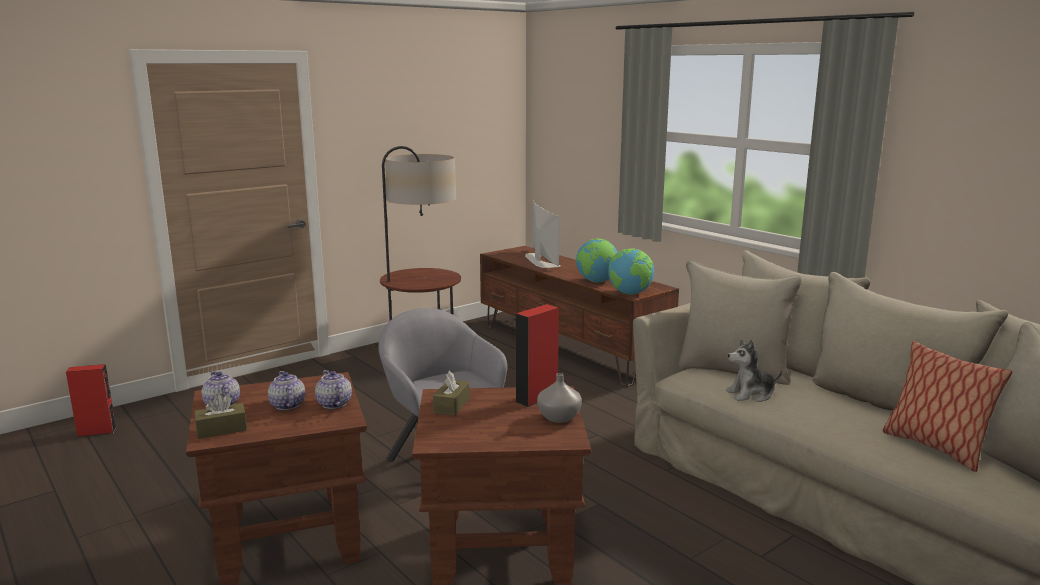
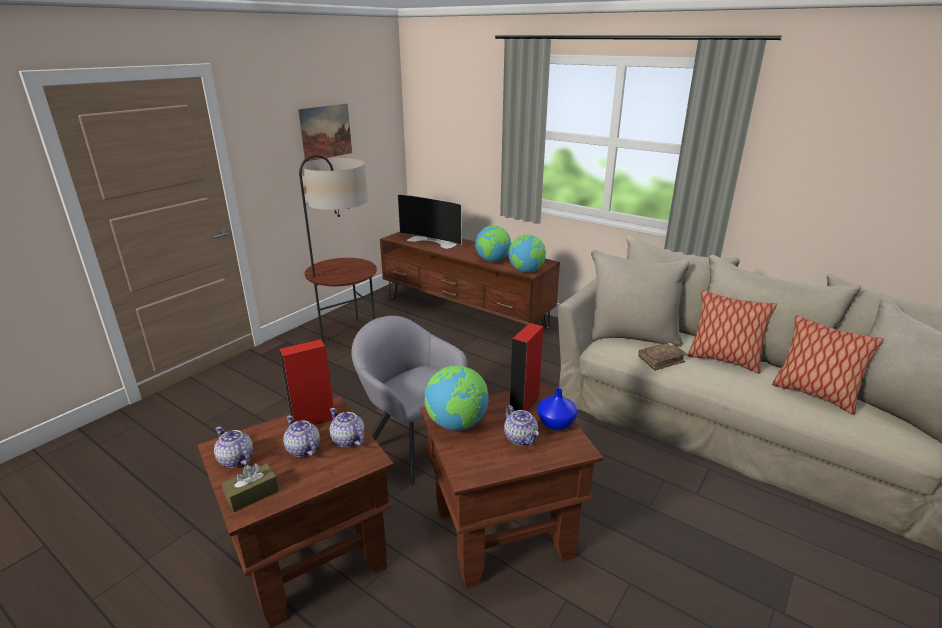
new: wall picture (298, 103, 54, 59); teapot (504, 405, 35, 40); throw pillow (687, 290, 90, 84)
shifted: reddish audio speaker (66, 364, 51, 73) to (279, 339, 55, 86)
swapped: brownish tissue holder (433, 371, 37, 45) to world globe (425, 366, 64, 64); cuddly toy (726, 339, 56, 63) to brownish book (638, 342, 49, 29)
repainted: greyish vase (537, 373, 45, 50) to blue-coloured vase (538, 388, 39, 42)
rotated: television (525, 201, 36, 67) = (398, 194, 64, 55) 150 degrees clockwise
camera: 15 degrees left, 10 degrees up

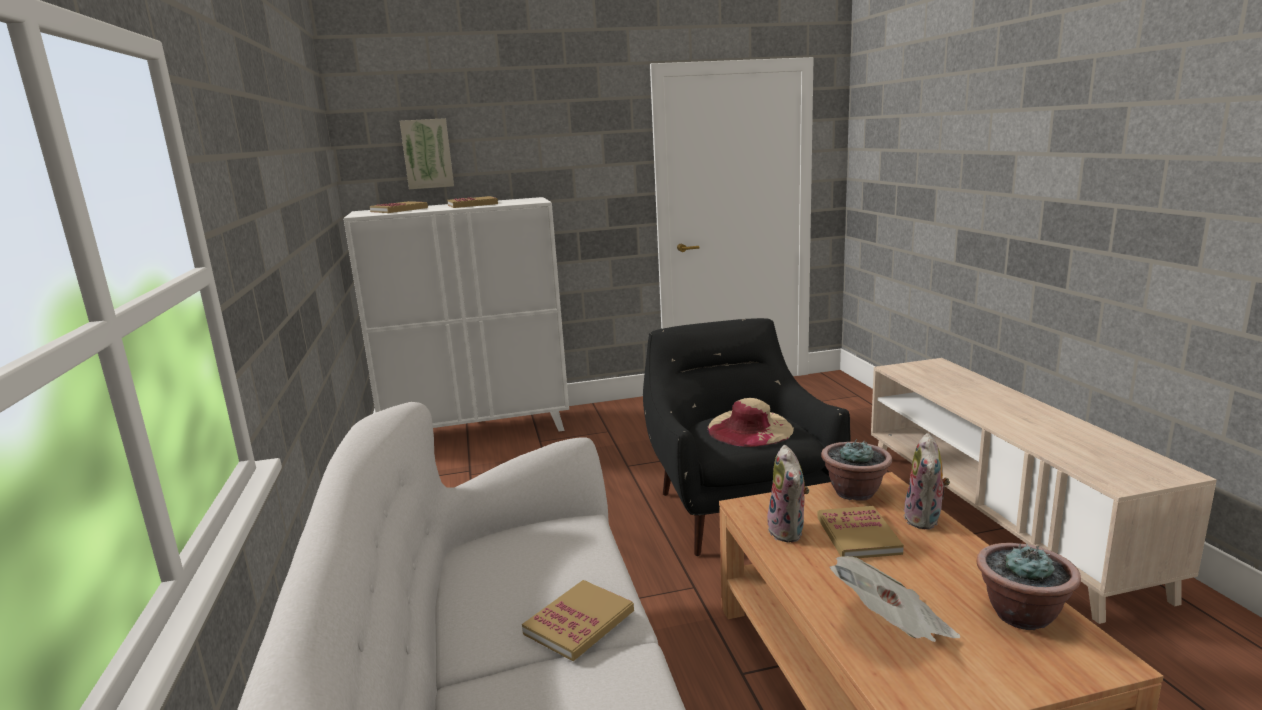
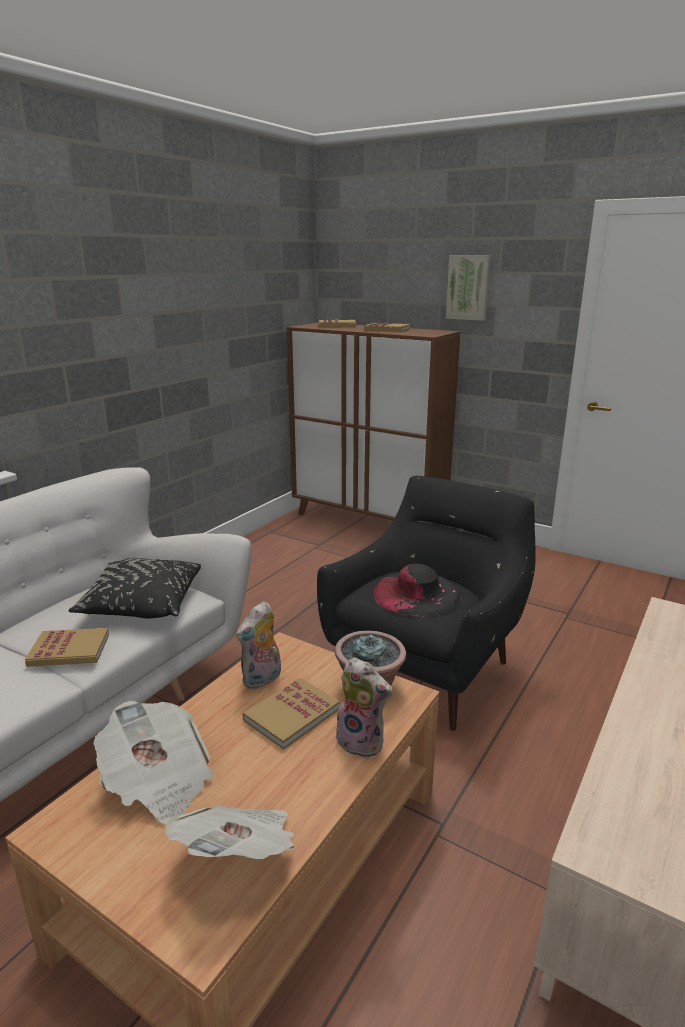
new: black-coloured throw pillow (68, 558, 133, 60)
shifted: wall picture (400, 118, 54, 71) to (446, 255, 45, 66)
swapped: potted plant (977, 543, 104, 87) to printed paper (165, 804, 130, 55)
repainted: whitish cabinet (343, 197, 226, 235) to brownish cabinet (287, 322, 173, 199); beige hat (707, 398, 87, 49) to black-coloured hat (373, 563, 88, 54)
rotated: cuddly toy (903, 433, 47, 97) = (336, 657, 56, 101) 120 degrees counterclockwise
camera: 45 degrees right, 5 degrees up

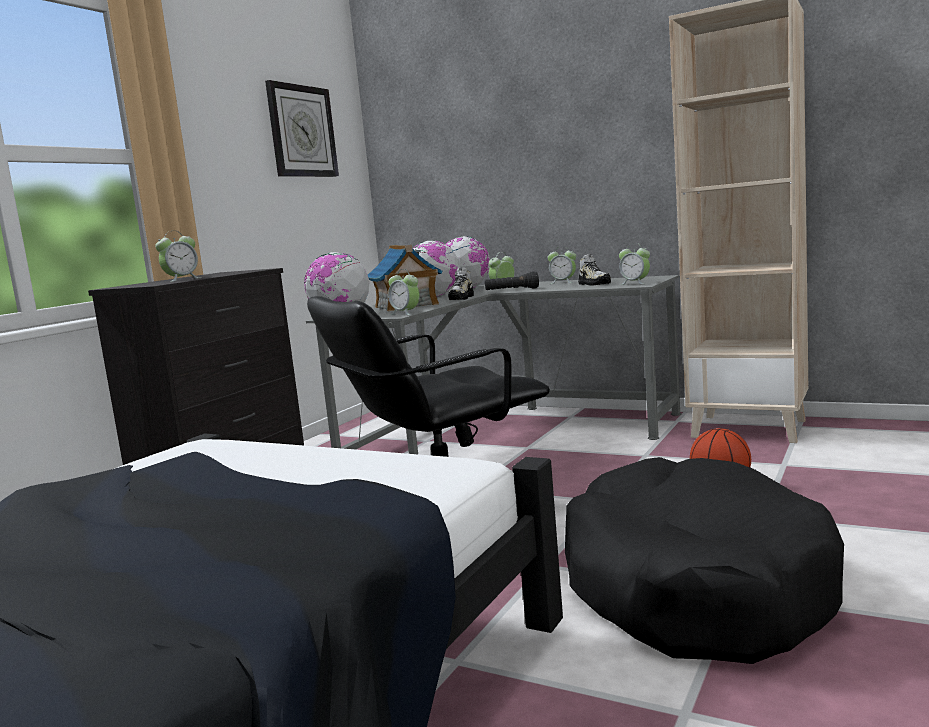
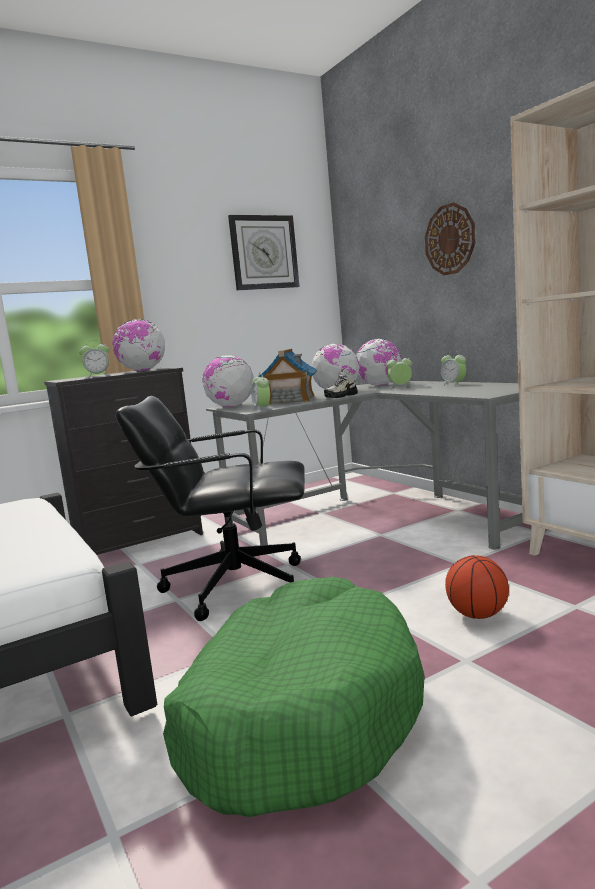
gone: black-coloured hand torch (485, 271, 54, 19); shoe (578, 254, 33, 32); table clock (619, 243, 31, 42)
new: world globe (112, 319, 53, 52); wall clock (425, 202, 50, 73)
repainted: black-coloured pet bed (565, 457, 279, 207) to greenish pet bed (163, 577, 262, 240)
camera: 30 degrees right, 0 degrees up

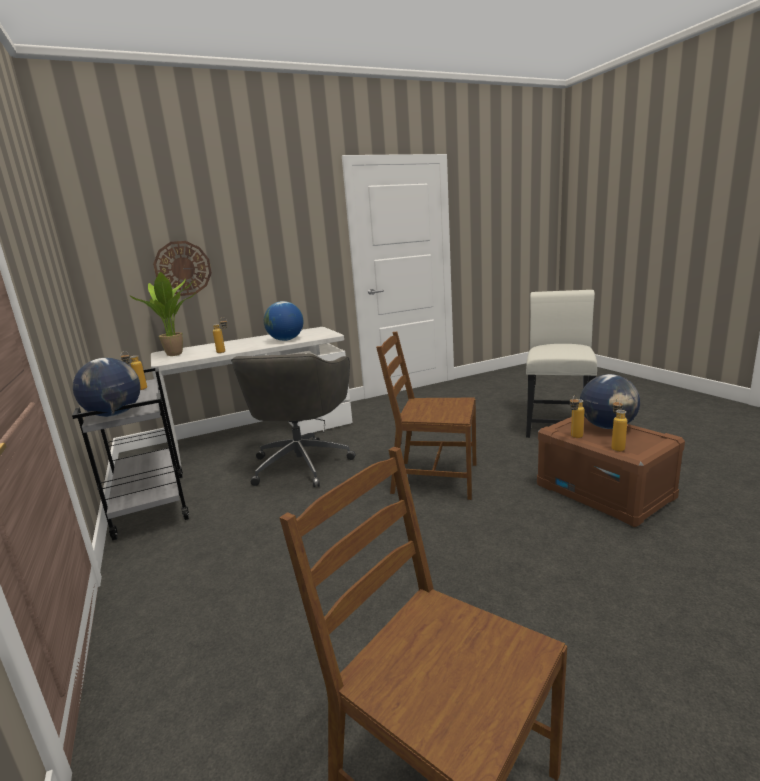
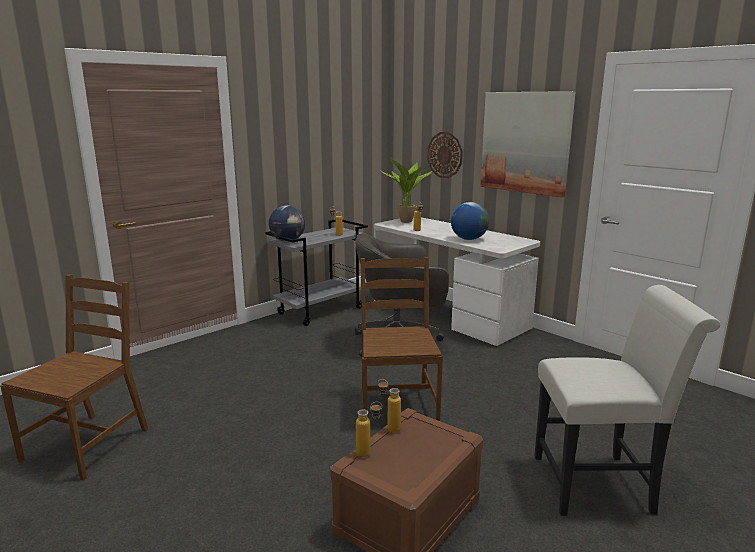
gone: world globe (580, 374, 60, 55)
new: wall picture (480, 91, 96, 107)
camera: 70 degrees right, 0 degrees up

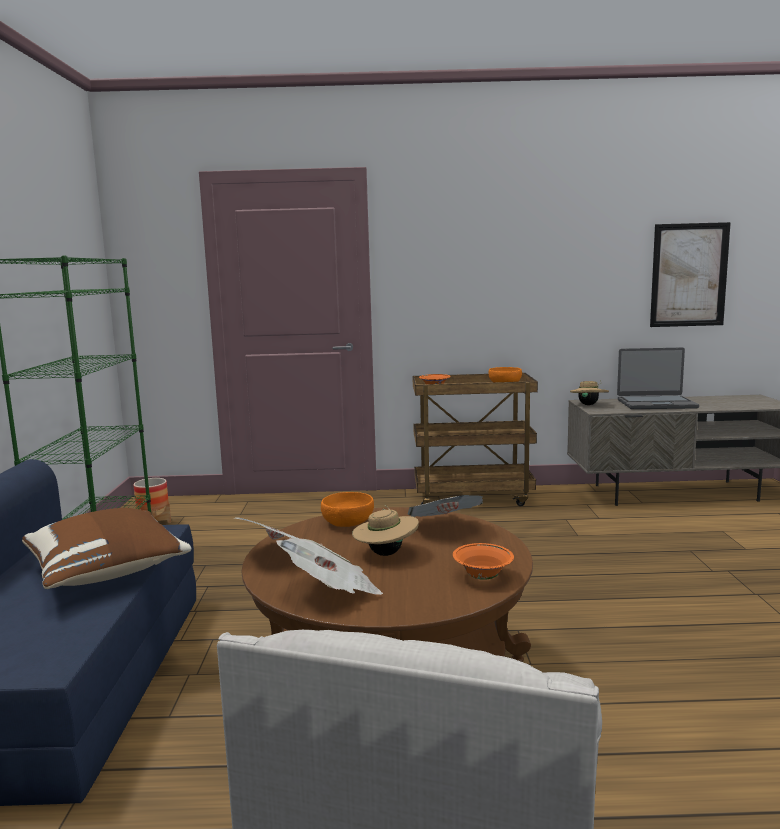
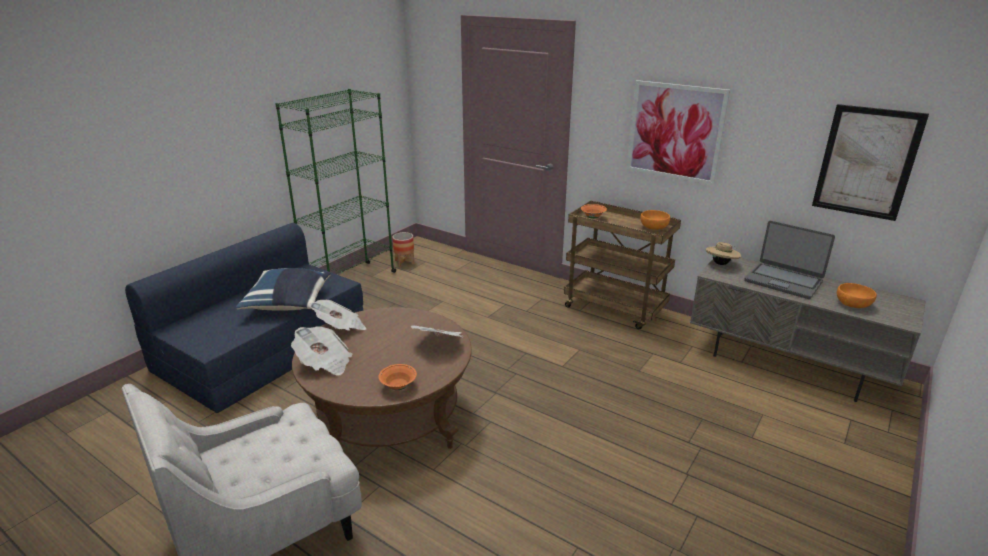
gone: beige hat (352, 505, 67, 51)
new: wall picture (627, 80, 103, 105)
shifted: orangey deep dish (321, 492, 53, 35) to (837, 283, 40, 25)
repainted: brownish throw pillow (22, 508, 169, 81) to blue-coloured throw pillow (236, 268, 95, 43)
camera: 35 degrees right, 15 degrees up

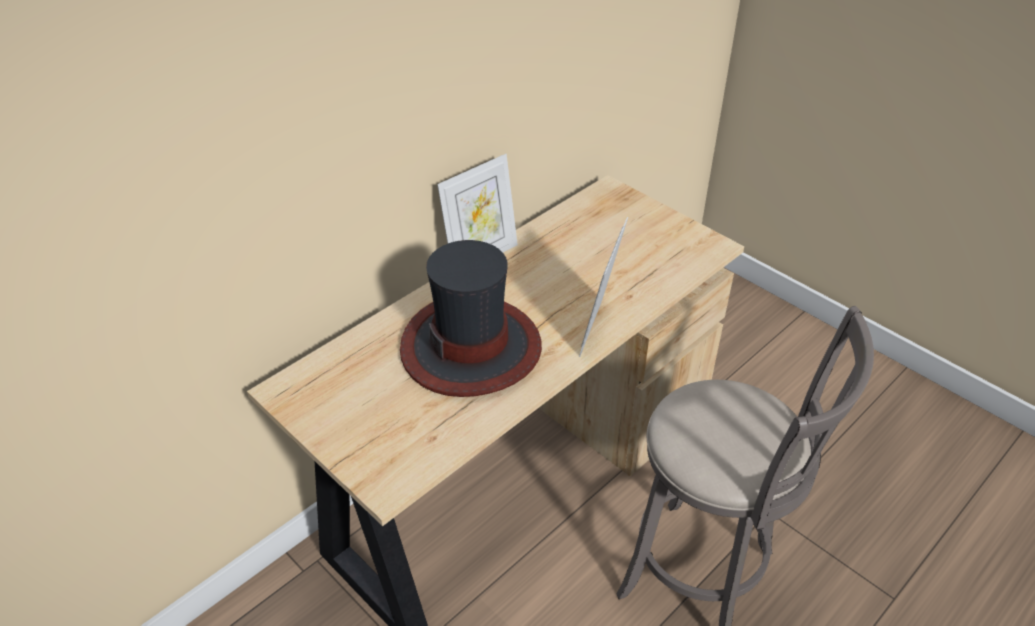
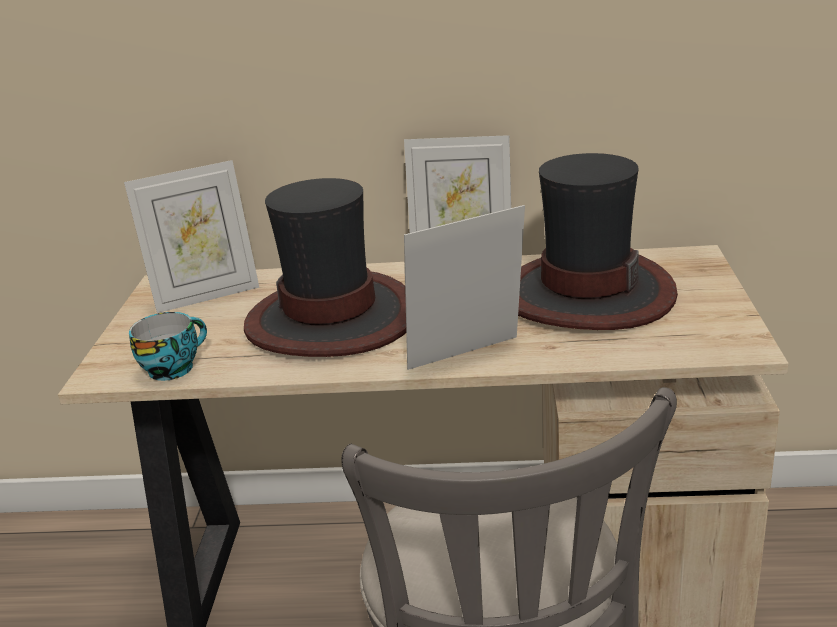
new: picture frame (124, 160, 135, 153); small cup (129, 312, 78, 69); hat (518, 153, 160, 177)
camera: 50 degrees right, 15 degrees down

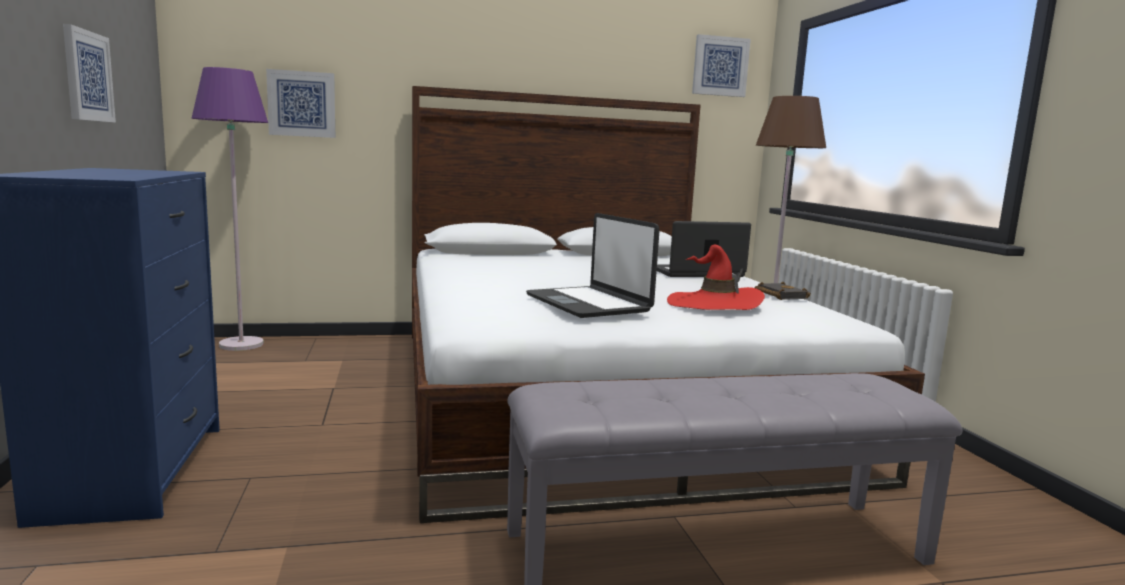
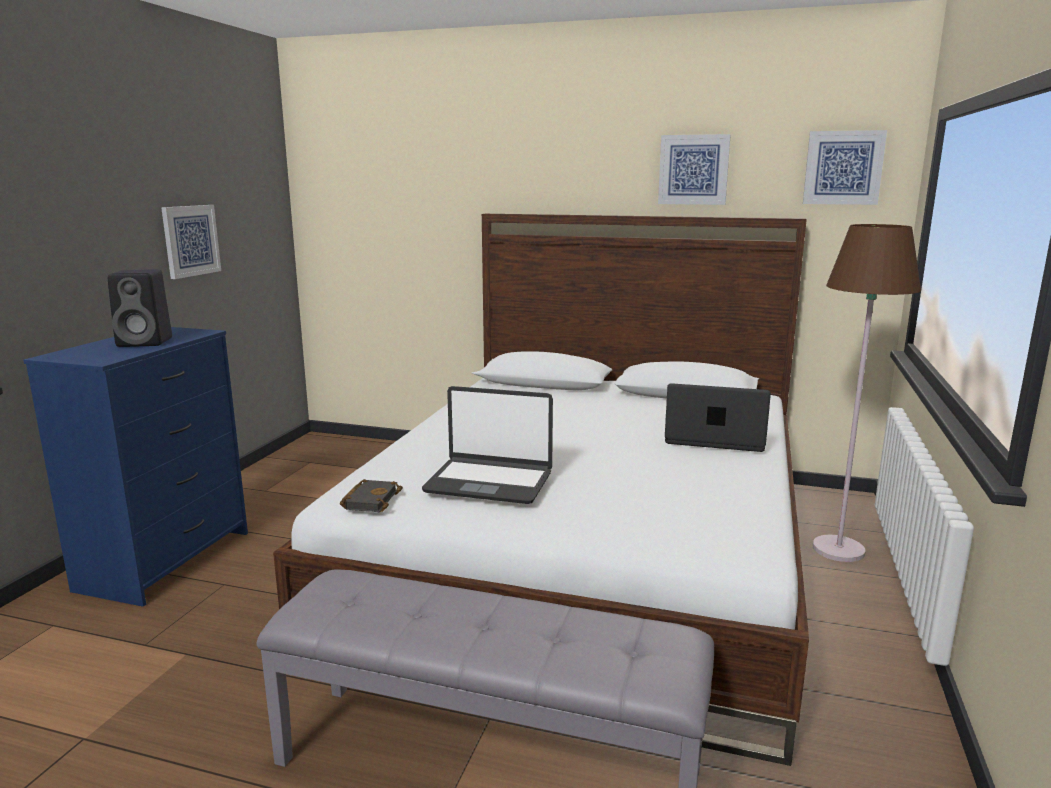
gone: purple floor lamp (192, 67, 76, 284); reddish hat (667, 245, 98, 65)
new: black-coloured audio speaker (108, 269, 64, 78)
shifted: wall picture (266, 69, 69, 69) to (658, 134, 73, 71); black-coloured book (754, 282, 57, 18) to (340, 479, 63, 33)
rotated: portable computer (526, 213, 134, 105) = (422, 386, 131, 118) 75 degrees counterclockwise
camera: 30 degrees right, 5 degrees up

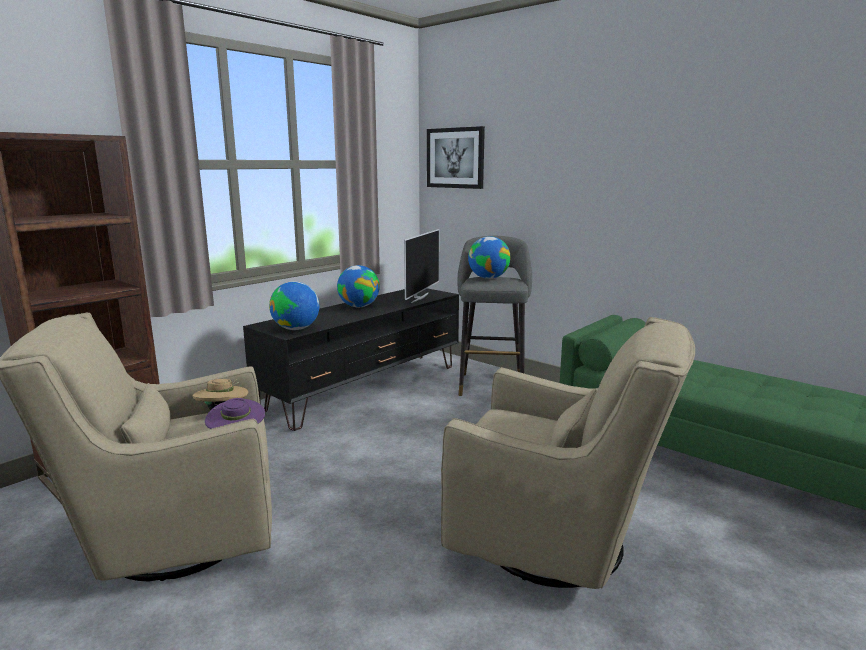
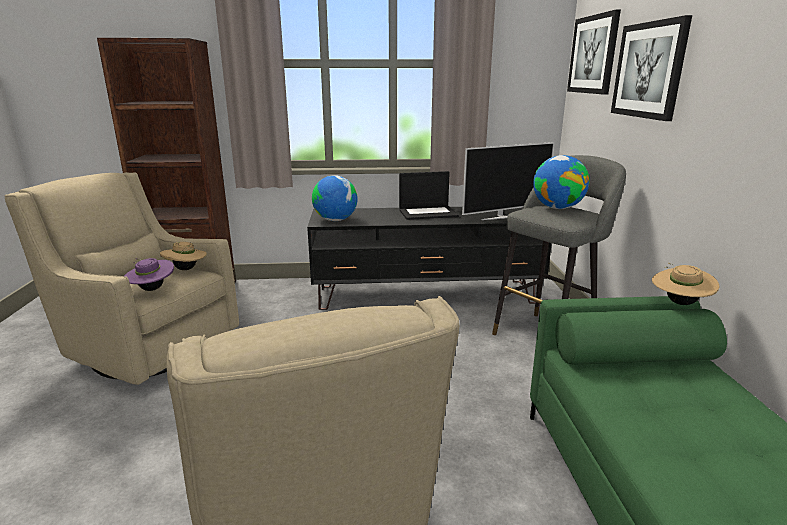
new: wall picture (611, 15, 81, 106); beige hat (652, 263, 67, 42)
swapped: world globe (337, 265, 43, 42) to portable computer (399, 171, 60, 49)
camera: 45 degrees right, 5 degrees up

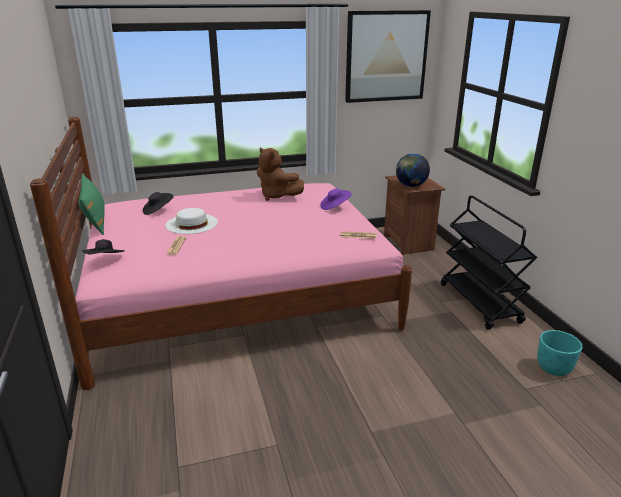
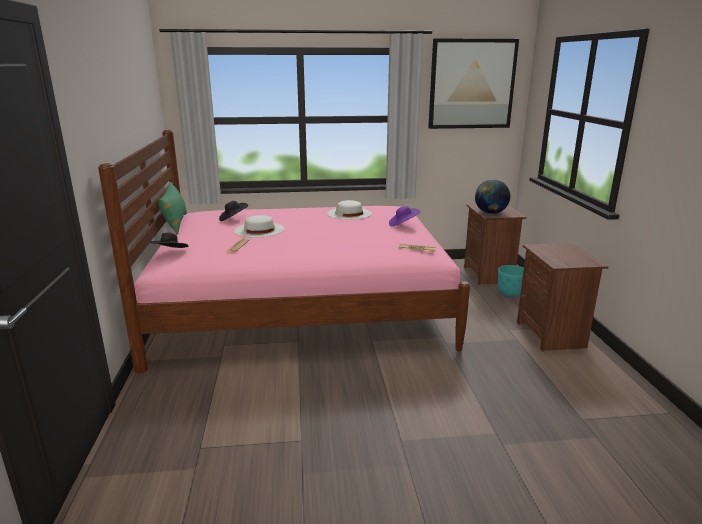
shifted: blue-green planter (537, 330, 46, 46) to (498, 265, 26, 32)
swapped: brownish cuddly toy (257, 148, 47, 53) to whitish hat (327, 200, 45, 20); black-coloured wheeled cart (441, 195, 96, 135) to brownish bedside table (517, 243, 92, 109)
camera: 10 degrees right, 5 degrees down

